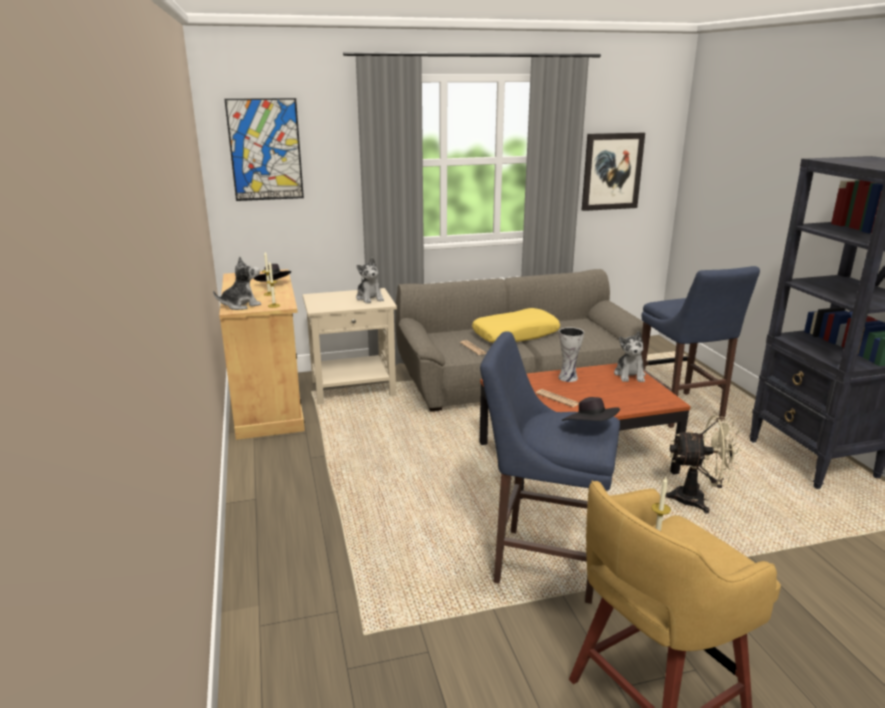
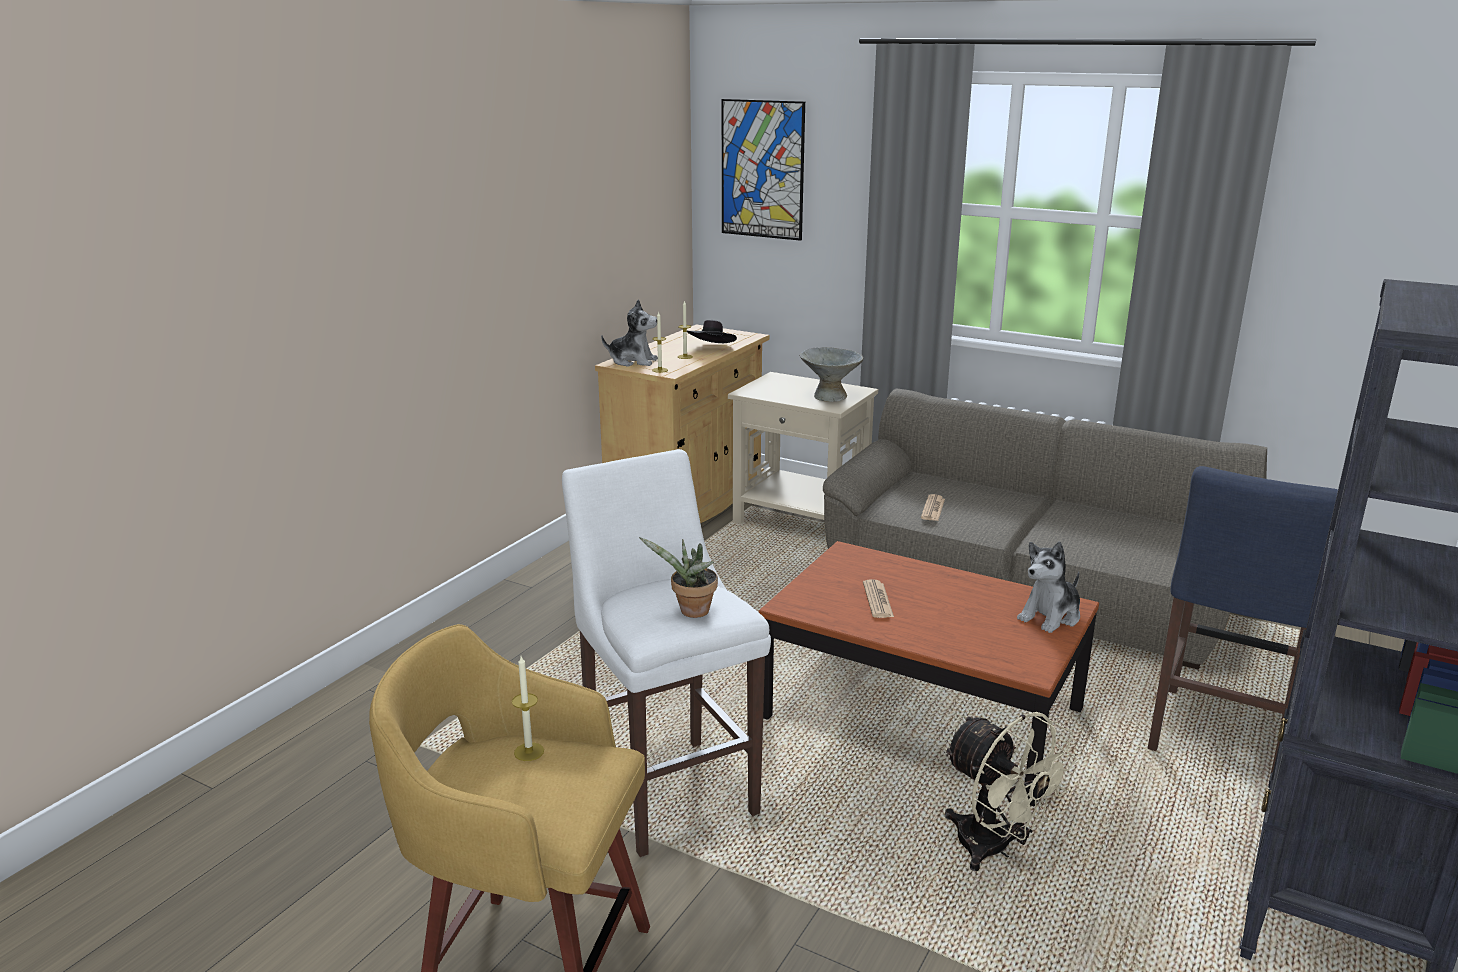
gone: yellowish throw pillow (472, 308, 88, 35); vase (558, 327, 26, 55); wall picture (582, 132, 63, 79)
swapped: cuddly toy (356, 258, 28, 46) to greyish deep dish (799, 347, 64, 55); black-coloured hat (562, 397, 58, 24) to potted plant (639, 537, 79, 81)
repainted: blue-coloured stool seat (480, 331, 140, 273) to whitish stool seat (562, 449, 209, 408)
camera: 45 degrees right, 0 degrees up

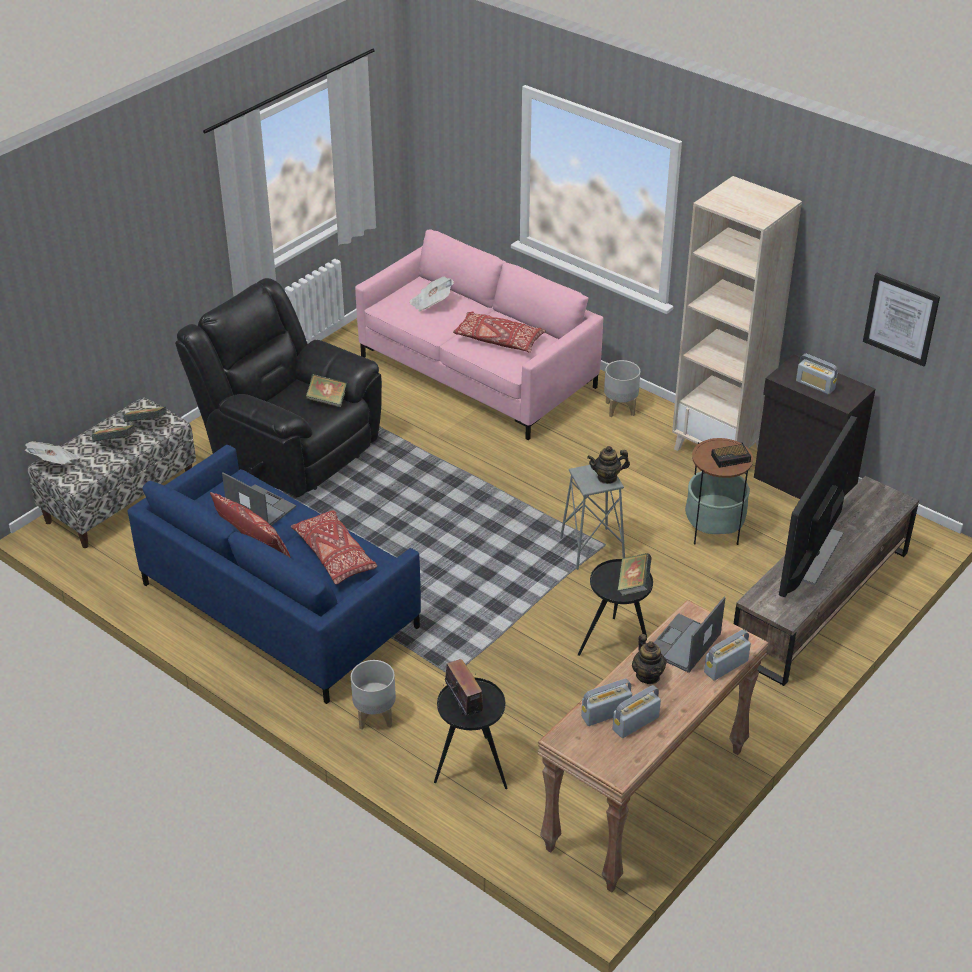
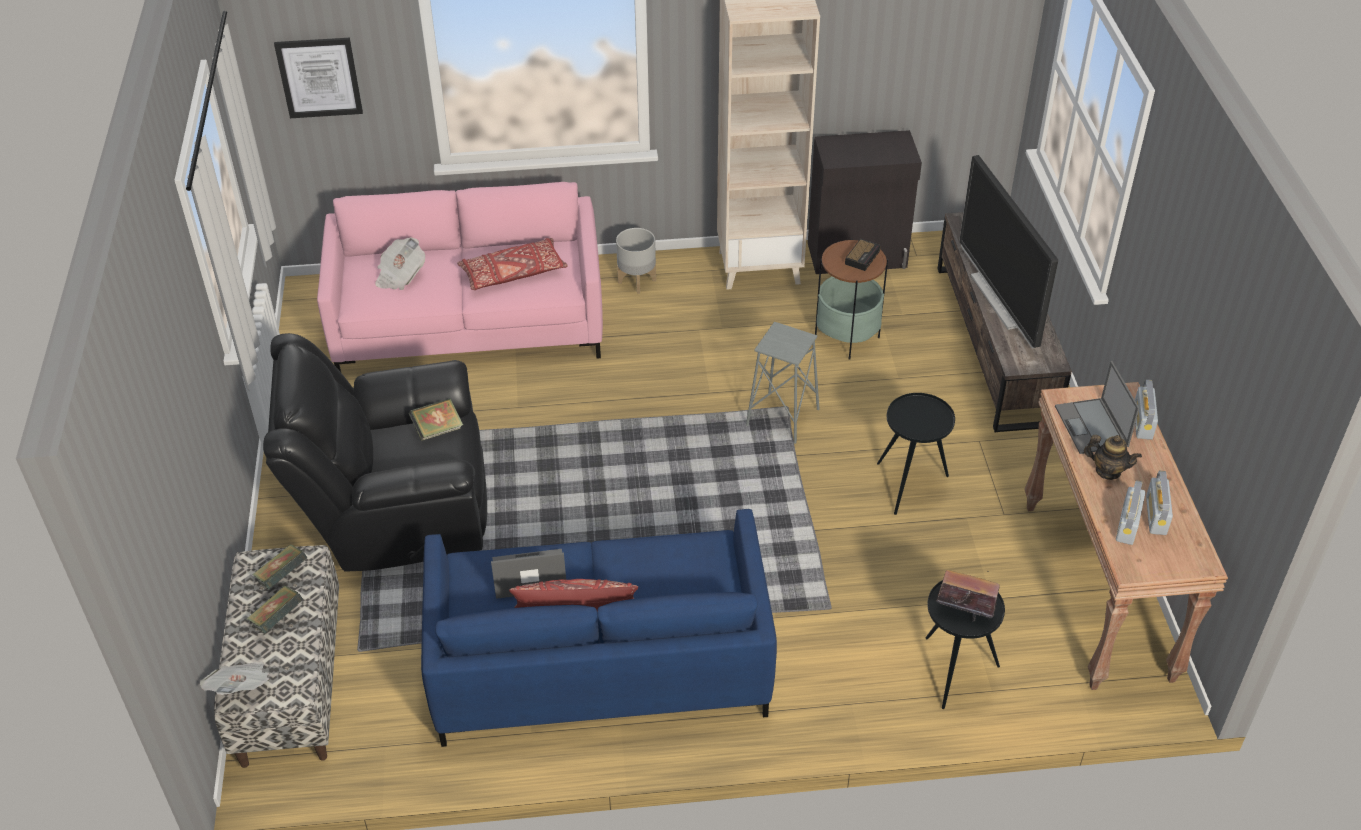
gone: reddish throw pillow (291, 510, 86, 74); greyish planter (351, 660, 45, 70); teapot (587, 446, 43, 38); book (618, 553, 34, 43); radio set (796, 354, 42, 41)
shifted: wall picture (863, 273, 77, 93) to (274, 38, 89, 80)
camera: 45 degrees left, 5 degrees up

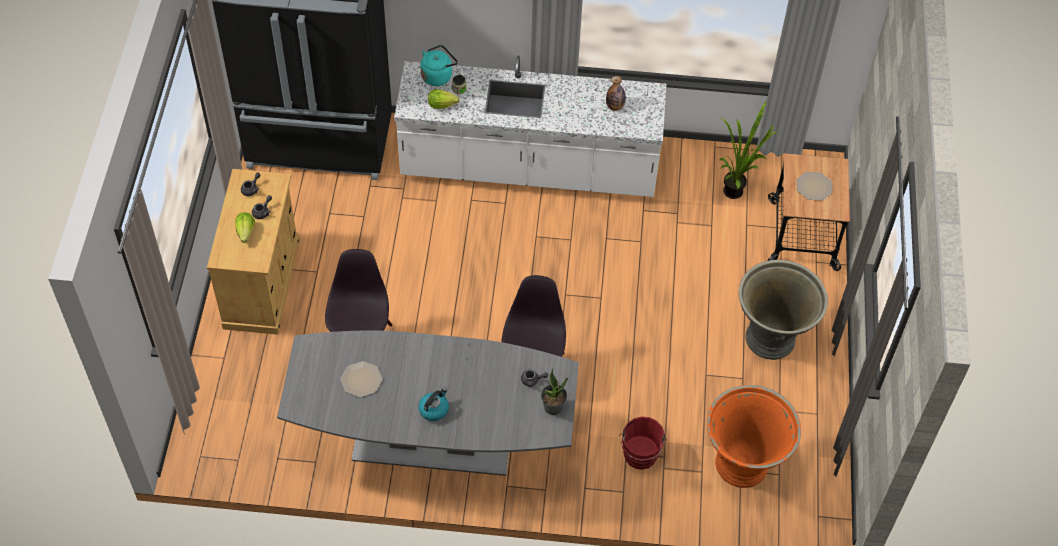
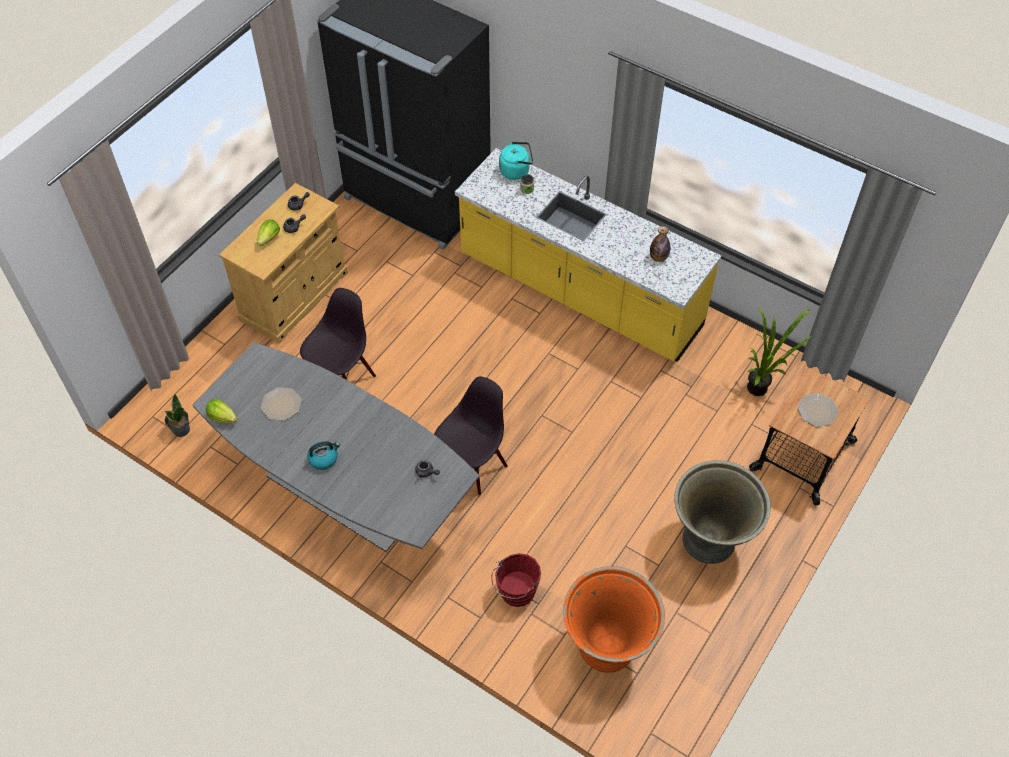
shifted: head of lettuce (428, 89, 31, 20) to (206, 399, 31, 24); potted plant (541, 368, 27, 47) to (165, 394, 25, 43)
repainted: whitish kitchen base unit (394, 56, 272, 141) to yellowish kitchen base unit (455, 148, 266, 214)
camera: 30 degrees right, 0 degrees up

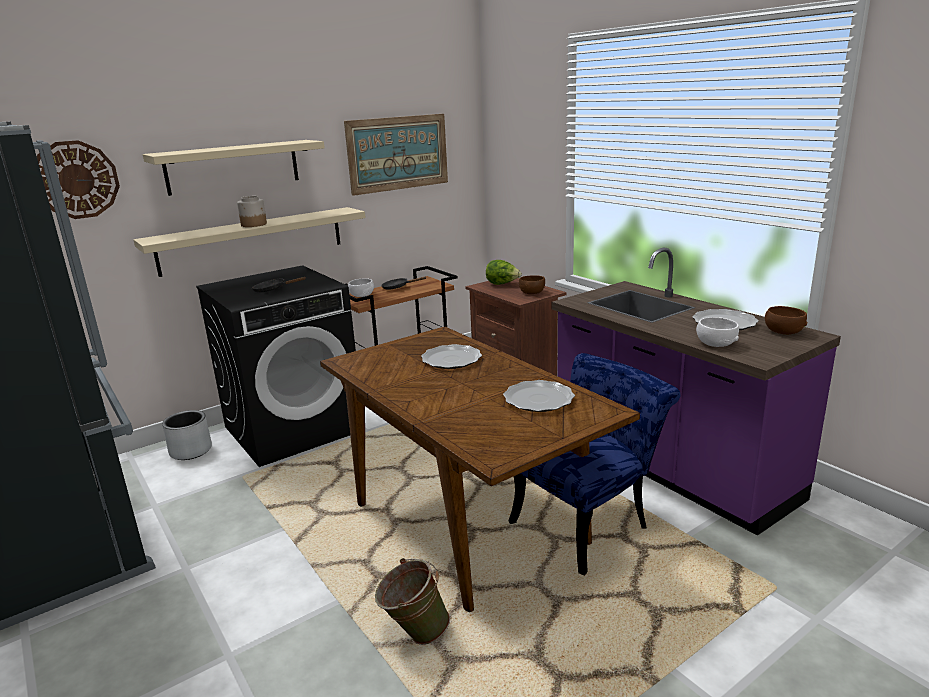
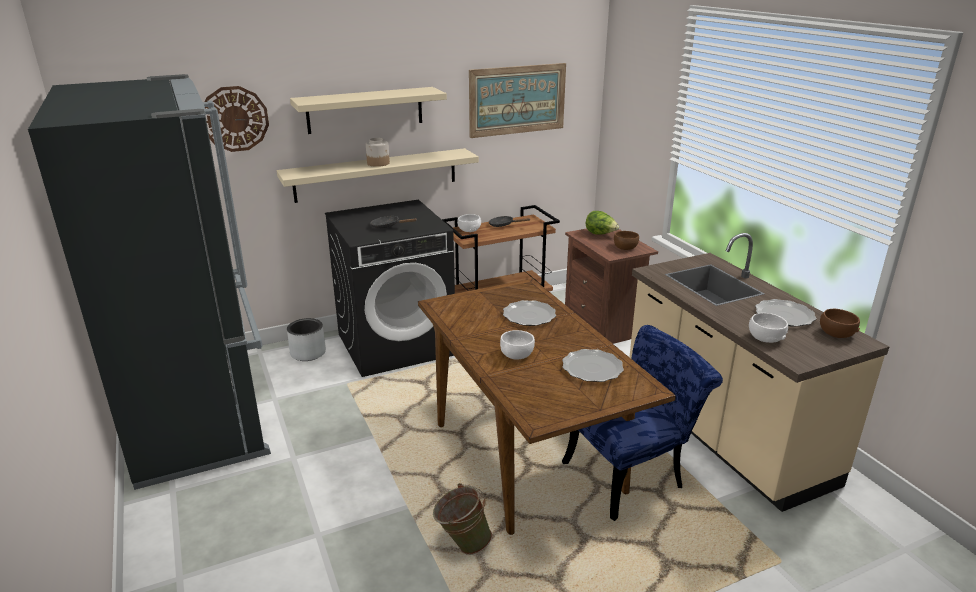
new: whitish deep dish (500, 330, 35, 29)
repainted: purple kitchen base unit (552, 248, 289, 288) to beige kitchen base unit (630, 233, 259, 279)
camera: 10 degrees right, 5 degrees up

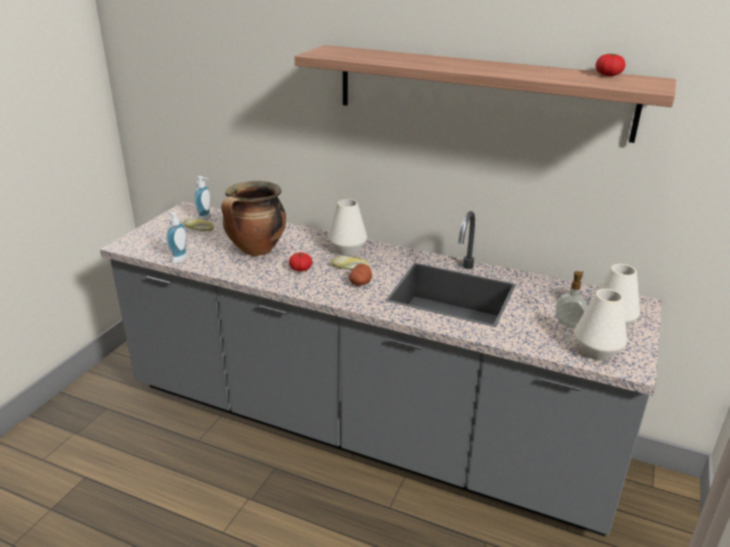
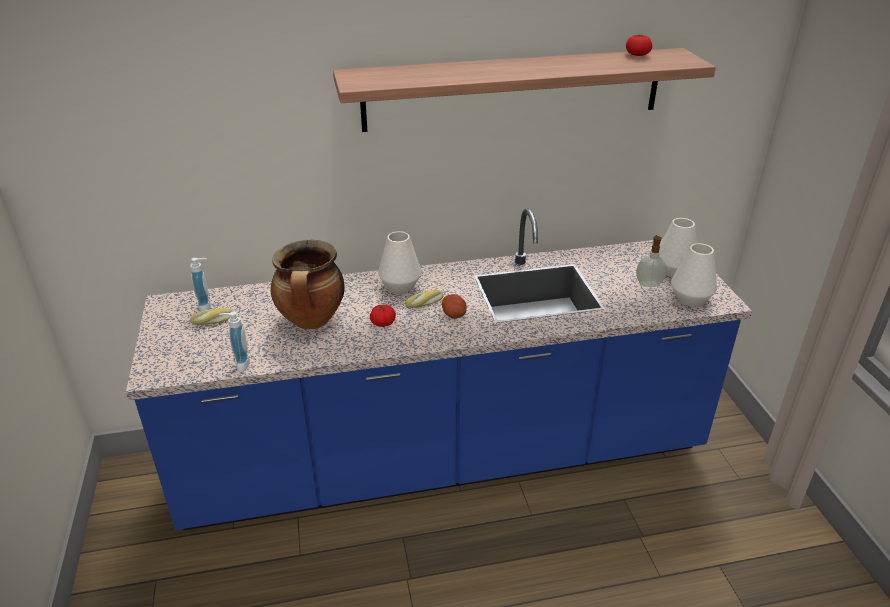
repainted: greyish kitchen base unit (100, 202, 562, 335) to blue-coloured kitchen base unit (126, 209, 626, 321)
camera: 35 degrees left, 5 degrees up

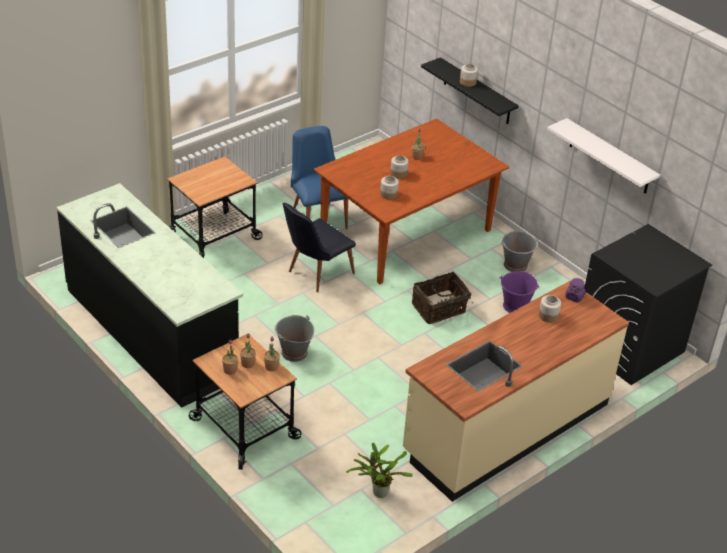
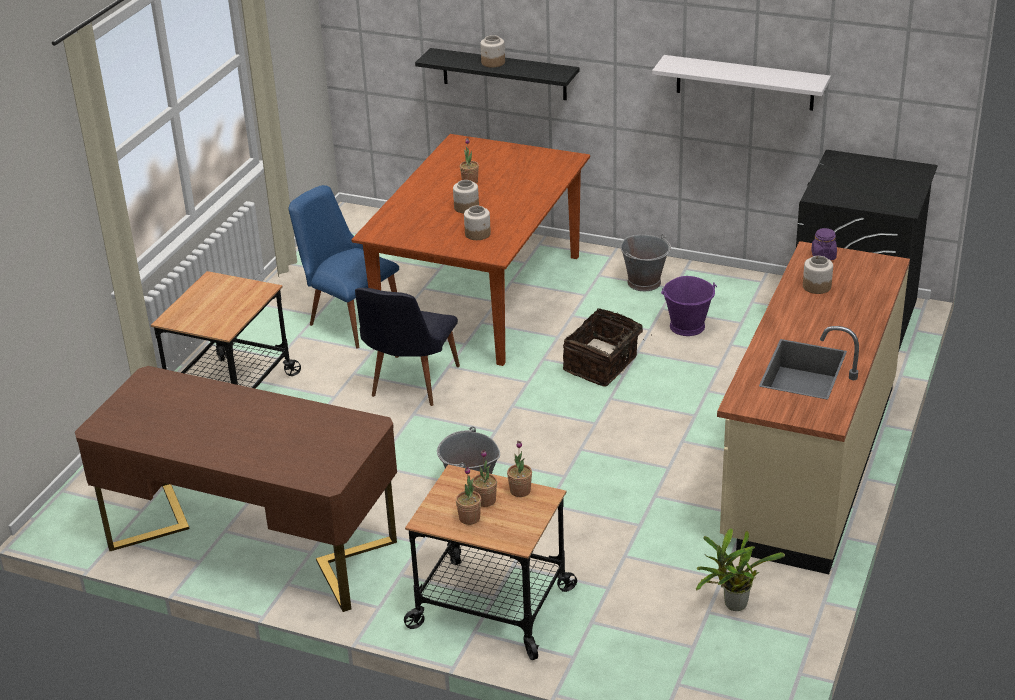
swapped: black-coloured kitchen base unit (56, 183, 187, 225) to brownish desk (75, 366, 322, 246)
camera: 25 degrees left, 5 degrees down

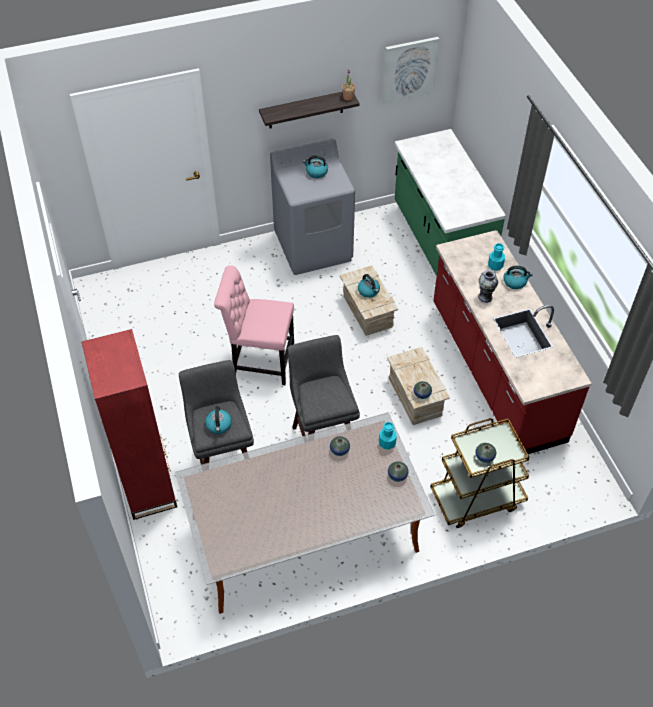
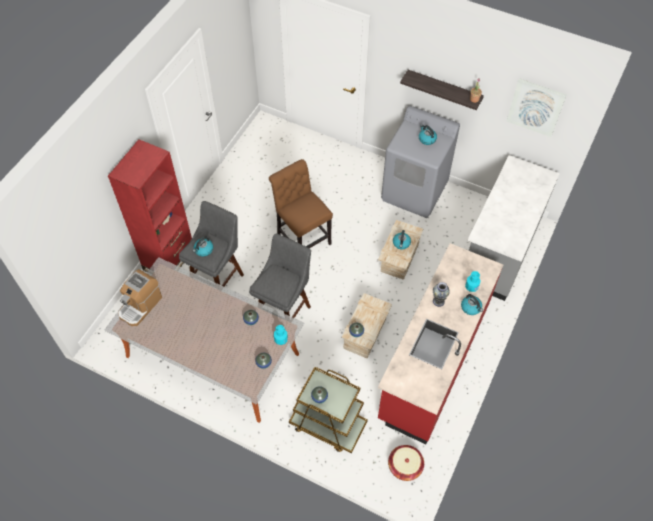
new: coffee machine (118, 269, 44, 57); storage basket (388, 445, 36, 36)
repainted: pink-coloured plain chair (214, 265, 80, 120) to brownish plain chair (269, 159, 64, 89); greenish kitchen base unit (395, 129, 111, 147) to greyish kitchen base unit (468, 155, 92, 146)
camera: 45 degrees right, 5 degrees up

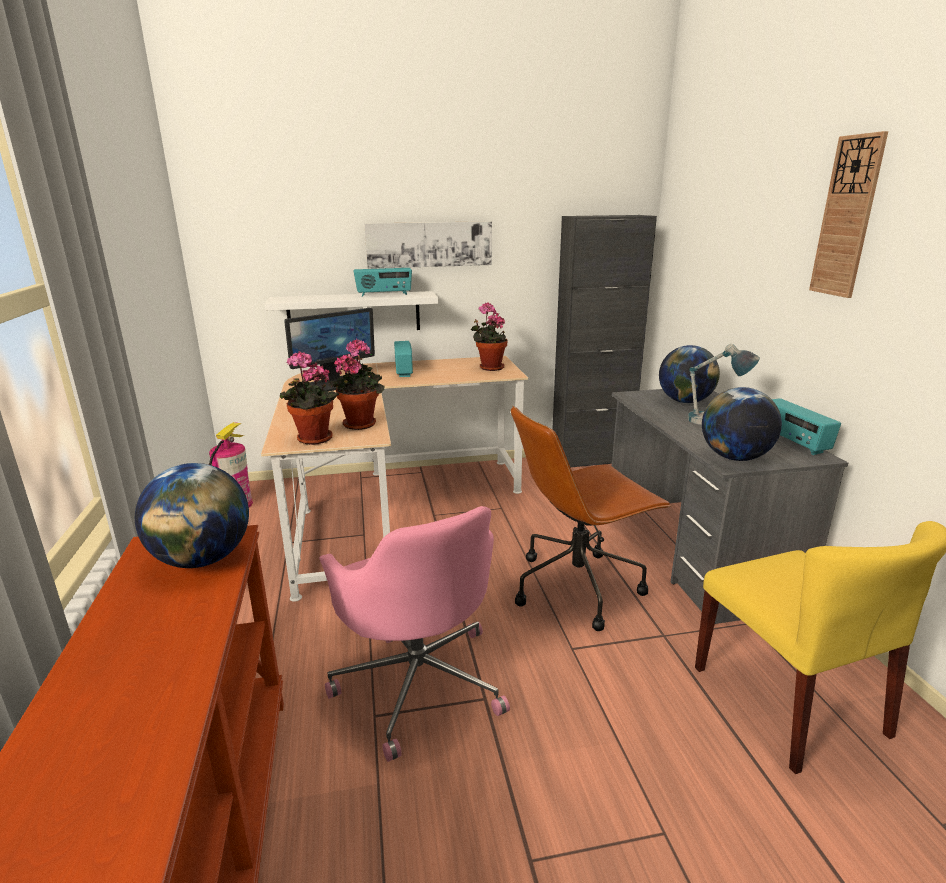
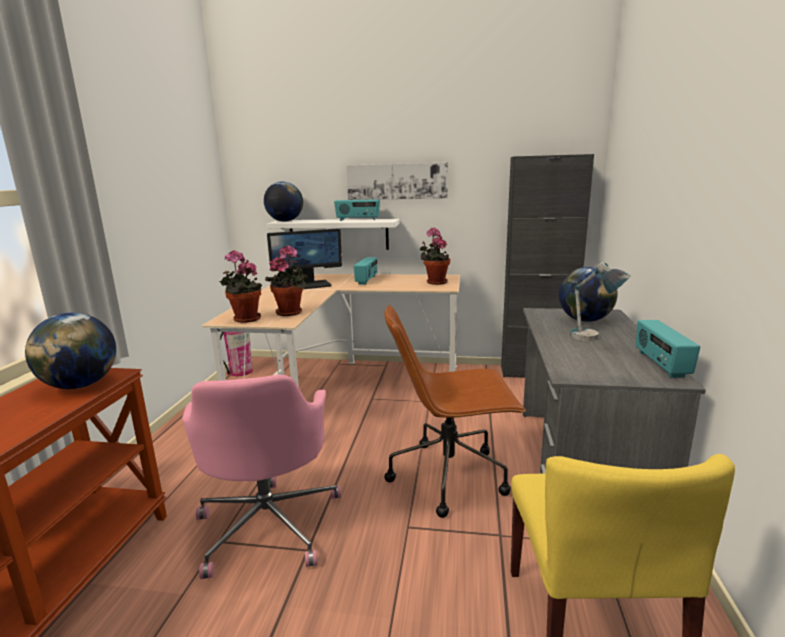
gone: wall clock (809, 131, 79, 167)
shifted: world globe (702, 387, 80, 74) to (264, 181, 39, 41)
camera: 20 degrees right, 5 degrees down

